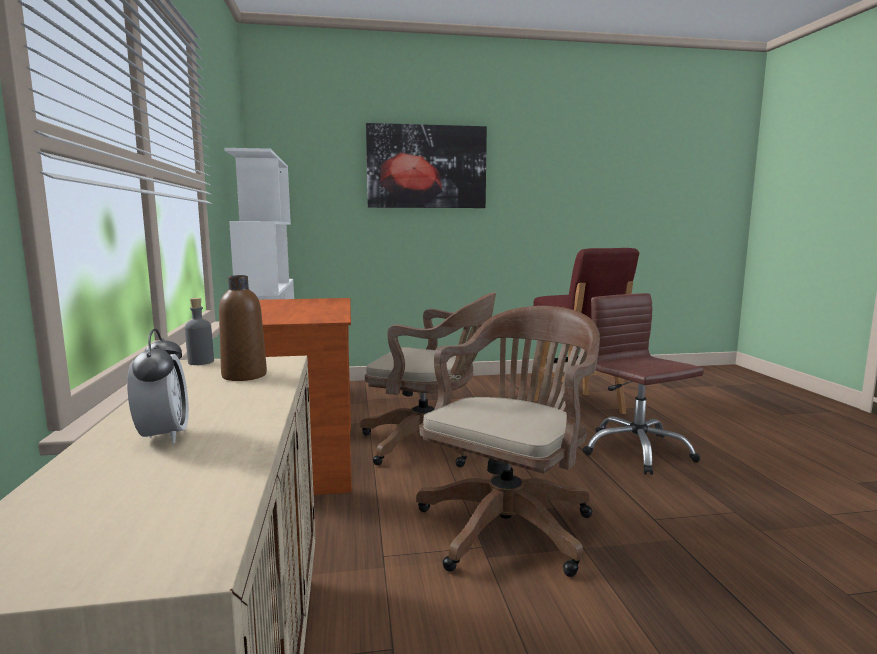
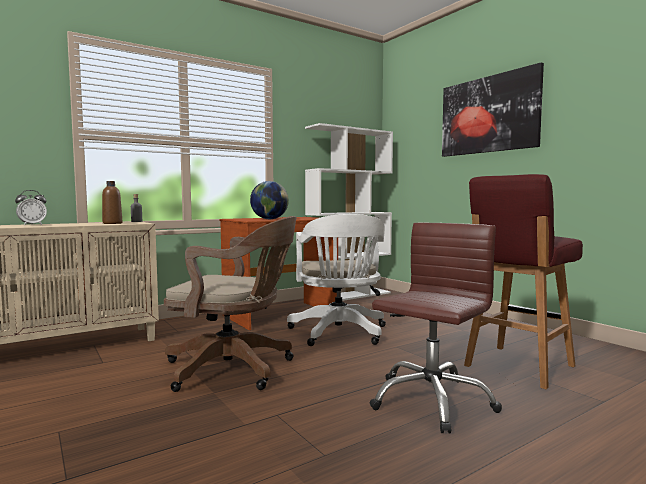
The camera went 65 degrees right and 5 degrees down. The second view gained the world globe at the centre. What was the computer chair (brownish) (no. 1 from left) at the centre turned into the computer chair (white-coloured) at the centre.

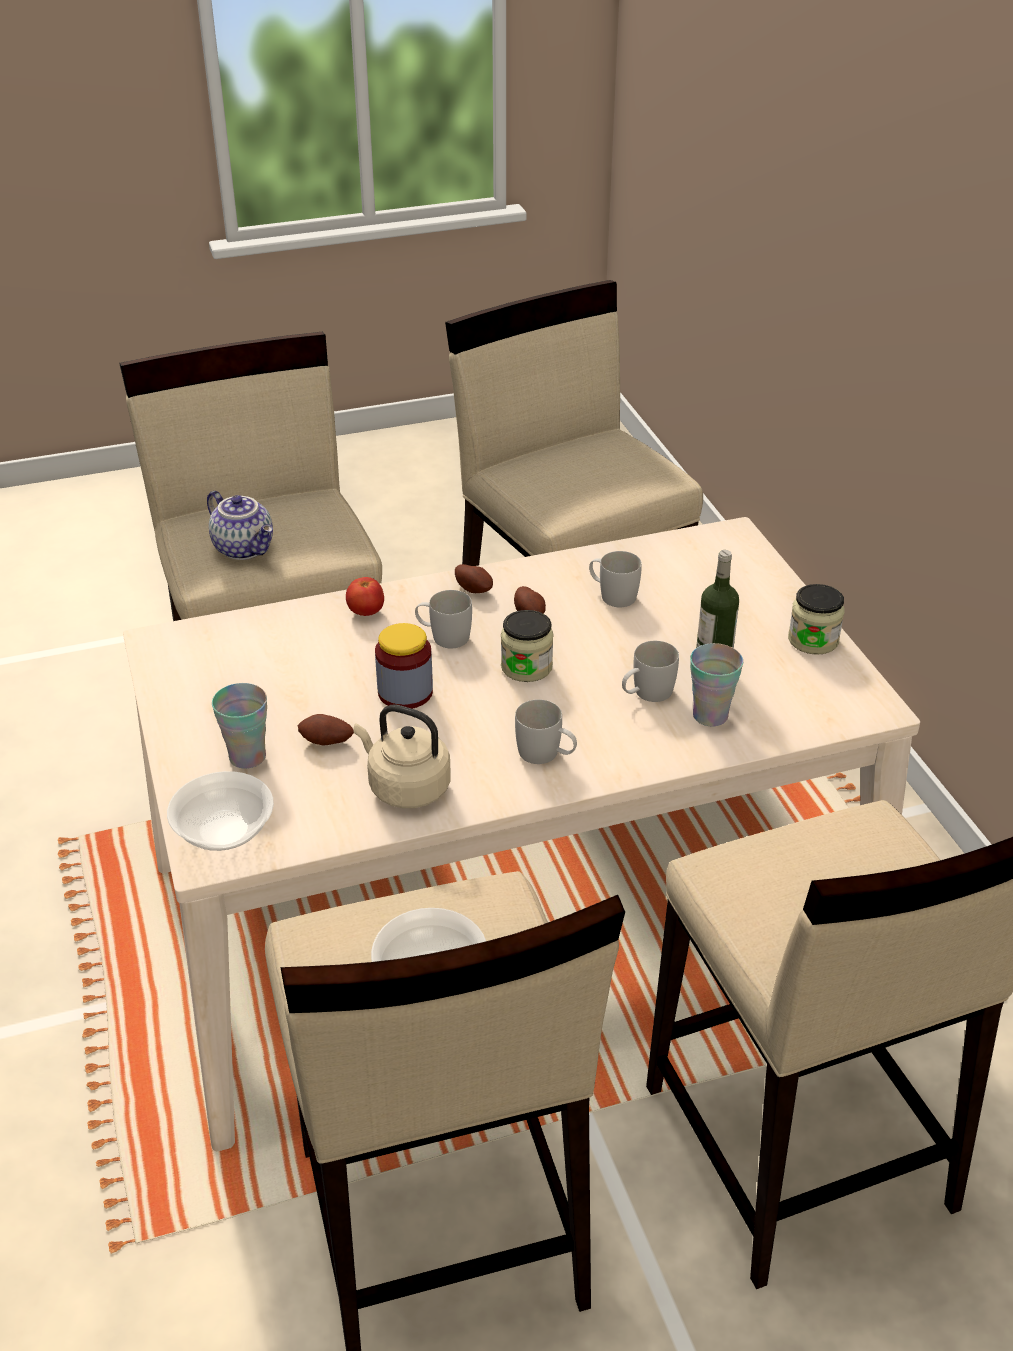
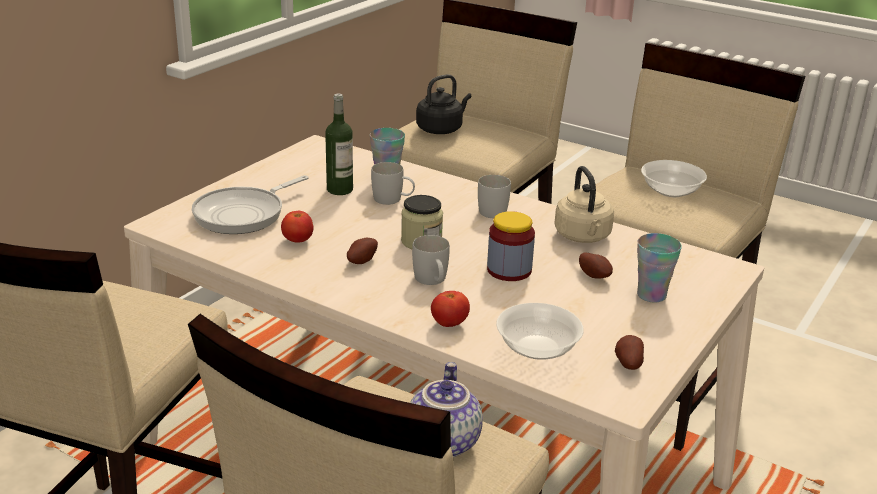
The camera went 130 degrees left and 10 degrees down. The second view gained the pan at the middle left. Where the mug (white-coloured) (no. 3 from left) stood at the centre, the tomato (no. 1 from left) came to stand at the centre. The second view gained the water kettle (black-coloured) at the top centre. The deep dish (no. 1 from left) ended up elsewhere, having gone from the middle left to the bottom centre. The spud (no. 2 from left in the first image) ended up elsewhere, having gone from the centre to the bottom right. The second view lost the preserve jar (no. 3 from left) at the middle right.

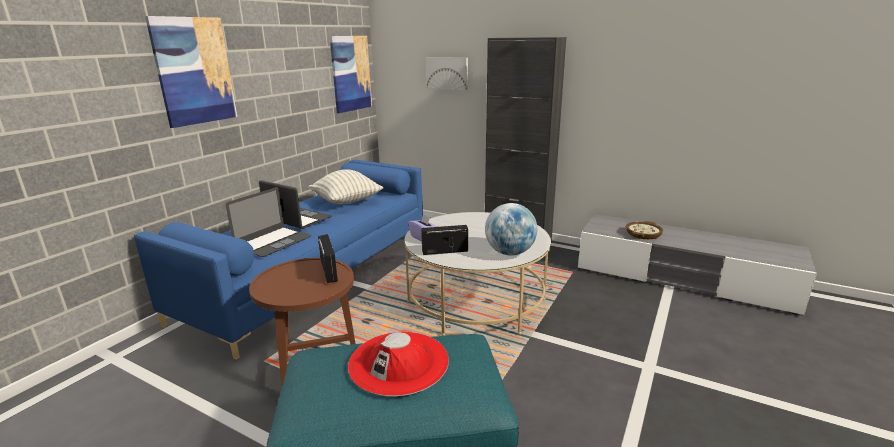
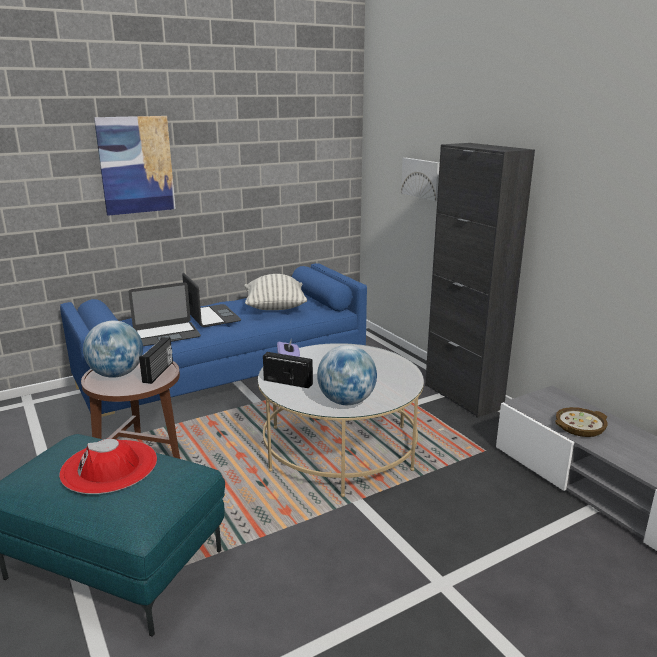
The camera went 30 degrees right and 0 degrees up. The second view gained the world globe (no. 1 from left) at the middle left. The second view lost the picture (no. 2 from left) at the top centre.

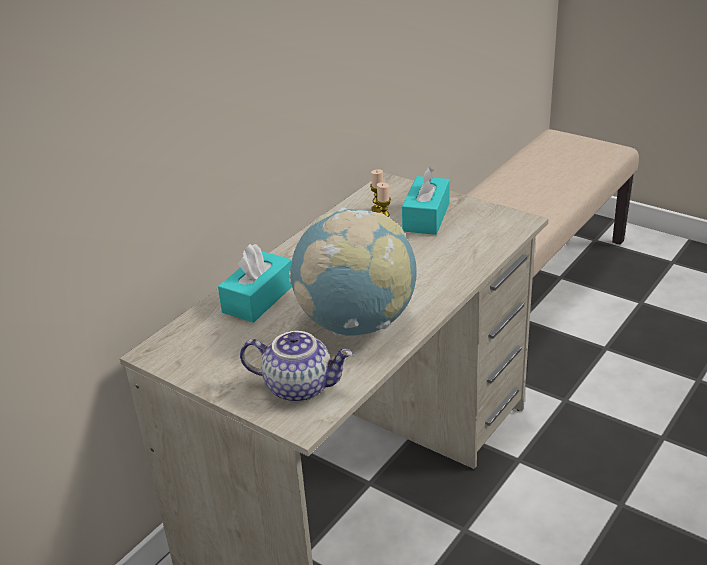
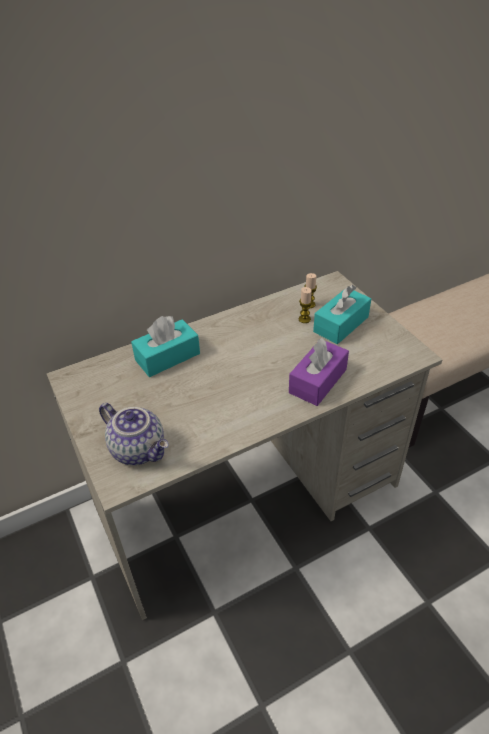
The camera went 25 degrees right and 10 degrees up. The second view gained the tissue box (purple) at the centre. The second view lost the world globe at the centre.

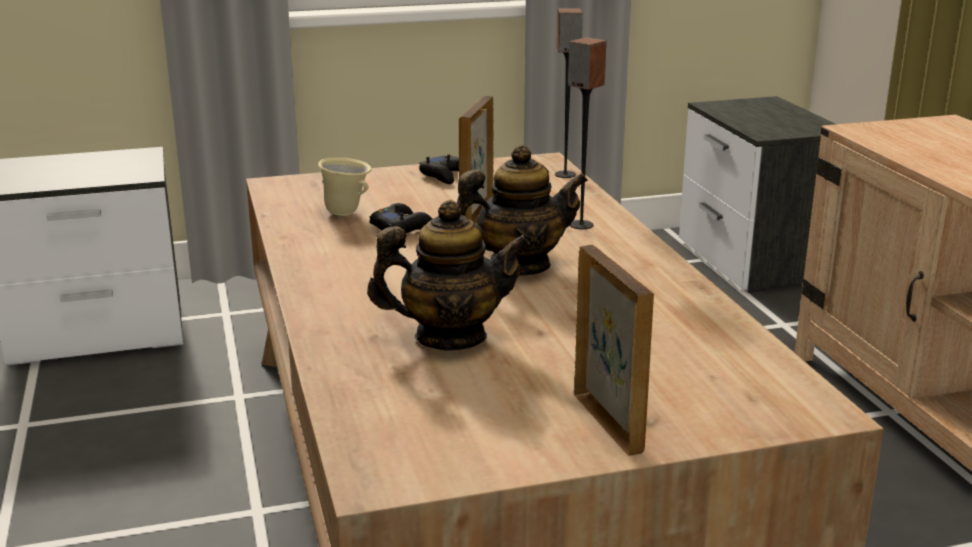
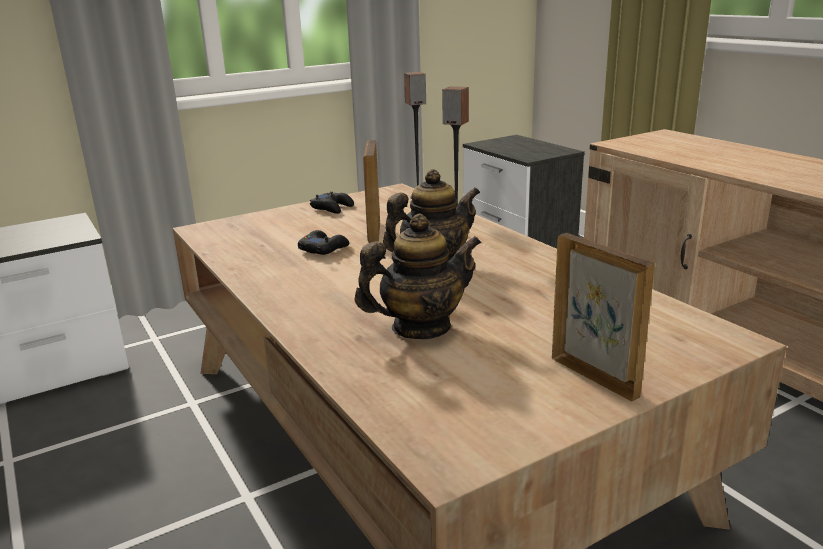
The camera went 15 degrees left and 0 degrees up. The second view lost the mug (sand-coloured) at the centre.

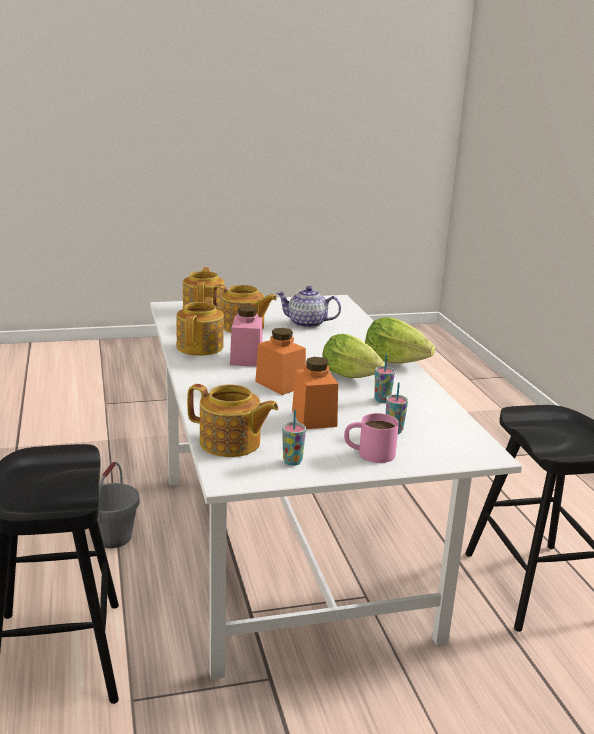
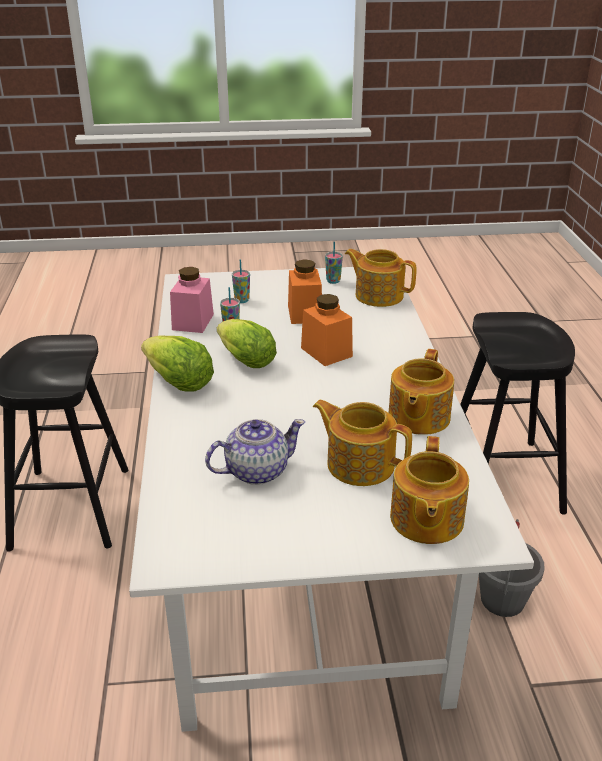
The camera went 170 degrees left and 10 degrees up. The preserve jar (pink) ended up elsewhere, having gone from the centre to the middle left. The pot for tea (no. 5 from left in the first image) at the centre ended up facing another way, 45 degrees counterclockwise from before. The second view lost the mug (pink) at the centre.

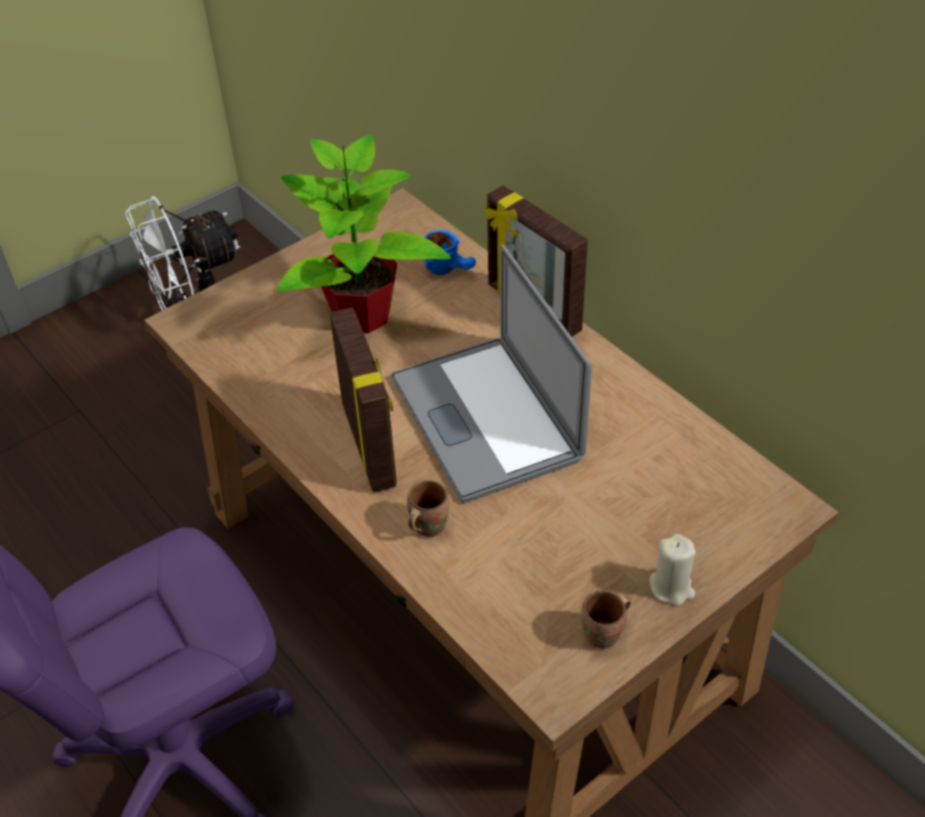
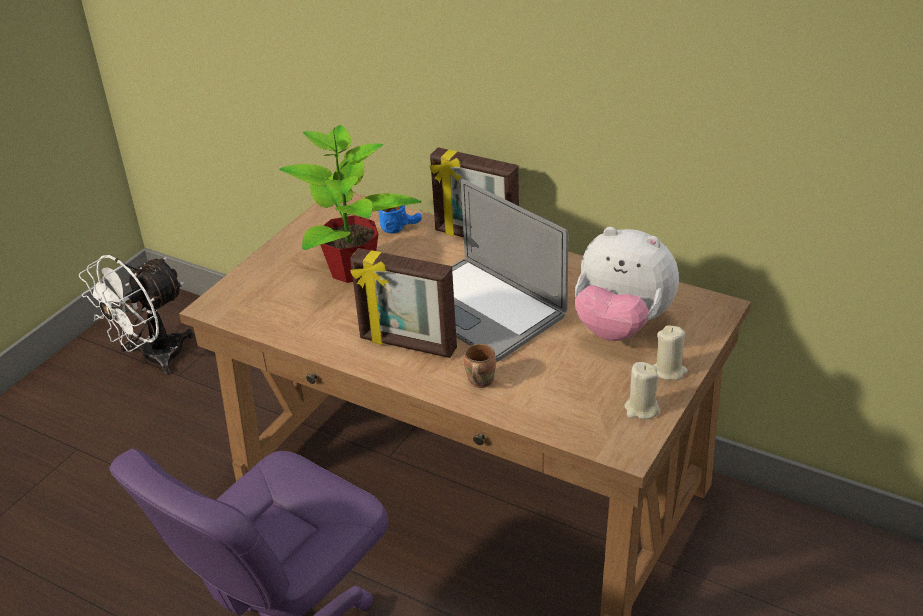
The camera went 20 degrees left and 10 degrees down. The photo frame (no. 1 from left) at the centre ended up facing another way, 150 degrees clockwise from before. The second view gained the soft toy at the middle right. Where the mug (brownish) (no. 2 from left) stood at the bottom centre, the wax candle (sand-coloured) (no. 1 from left) came to stand at the middle right.

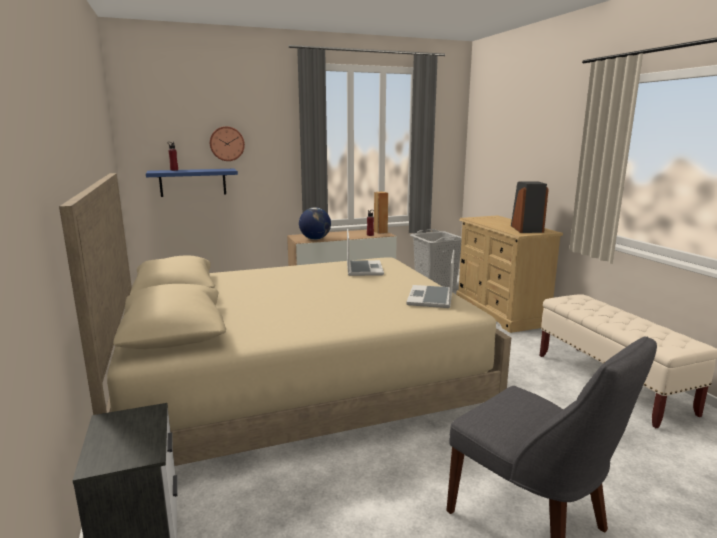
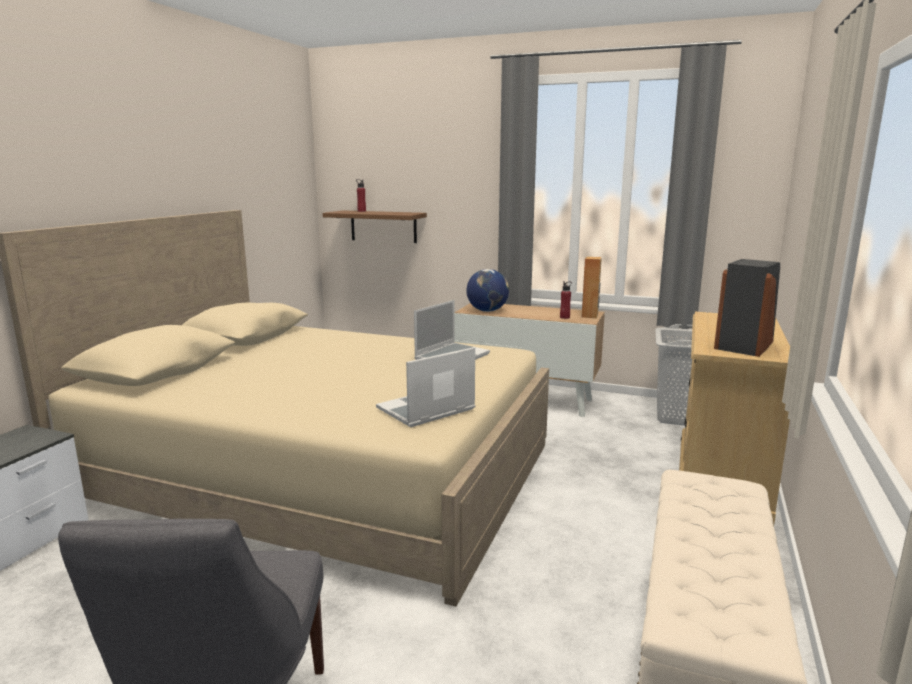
The camera went 40 degrees right and 0 degrees up. What was the shelf (blue-coloured) at the middle left turned into the shelf (brownish) at the top centre. The second view lost the clock on the wall at the top left.

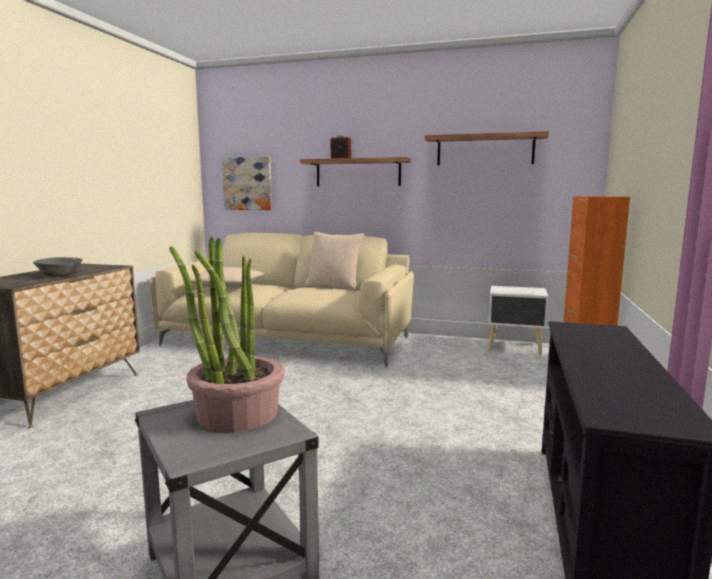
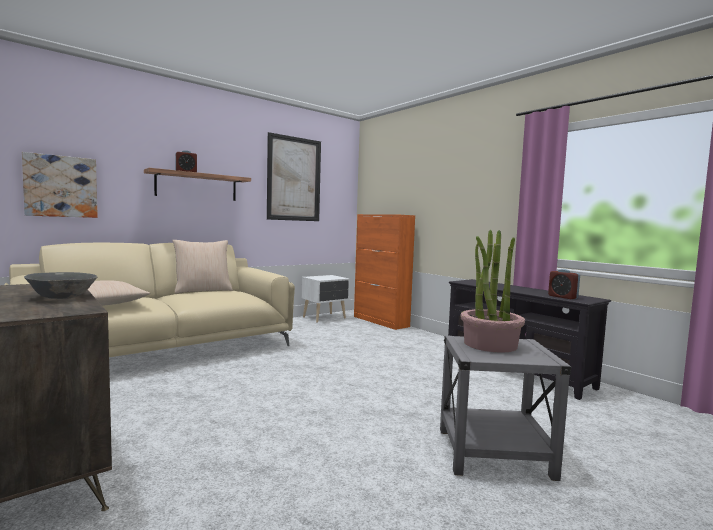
The camera went 55 degrees left and 5 degrees down. Where the shelf (no. 2 from left) hung at the top right, the picture (no. 2 from left) came to hang at the top centre. The second view gained the alarm clock (no. 2 from left) at the middle right.

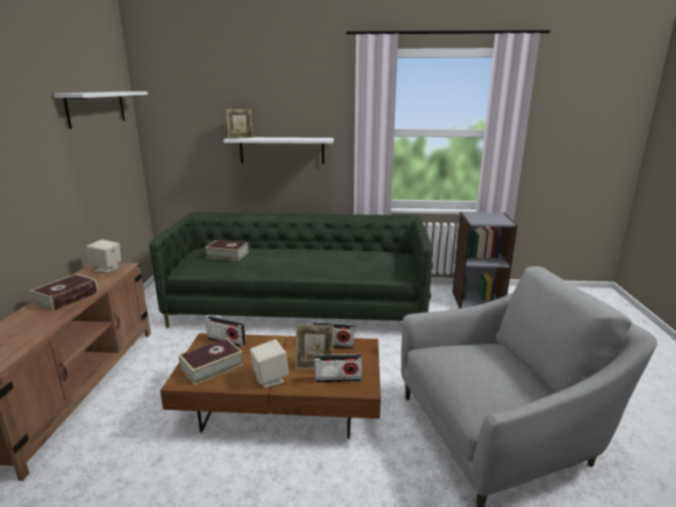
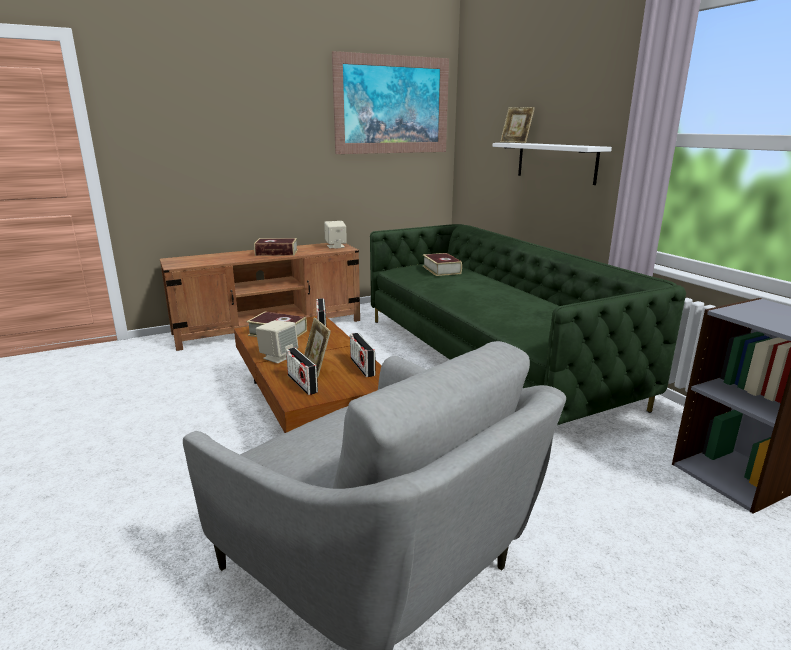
The camera went 60 degrees right and 0 degrees up. Where the shelf (white-coloured) (no. 1 from left) hung at the top left, the picture came to hang at the top centre.

